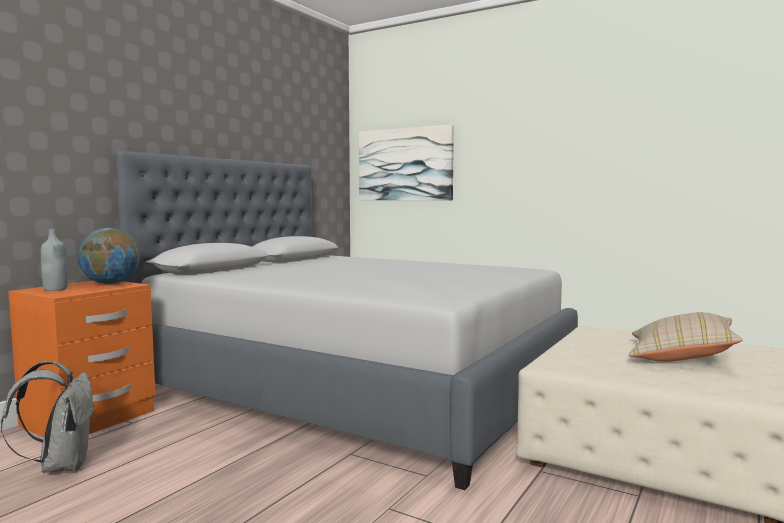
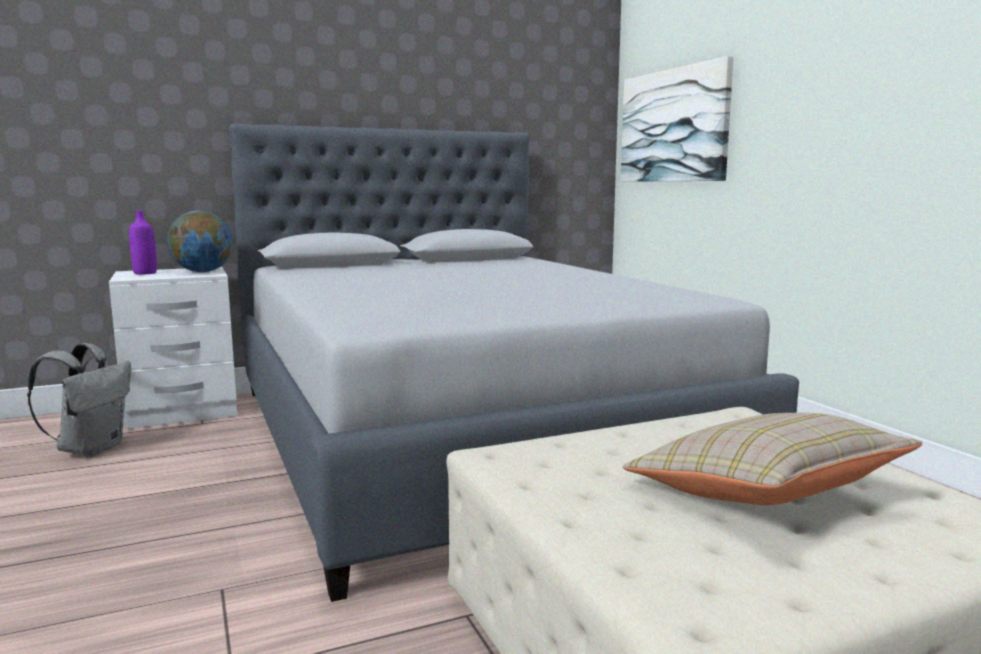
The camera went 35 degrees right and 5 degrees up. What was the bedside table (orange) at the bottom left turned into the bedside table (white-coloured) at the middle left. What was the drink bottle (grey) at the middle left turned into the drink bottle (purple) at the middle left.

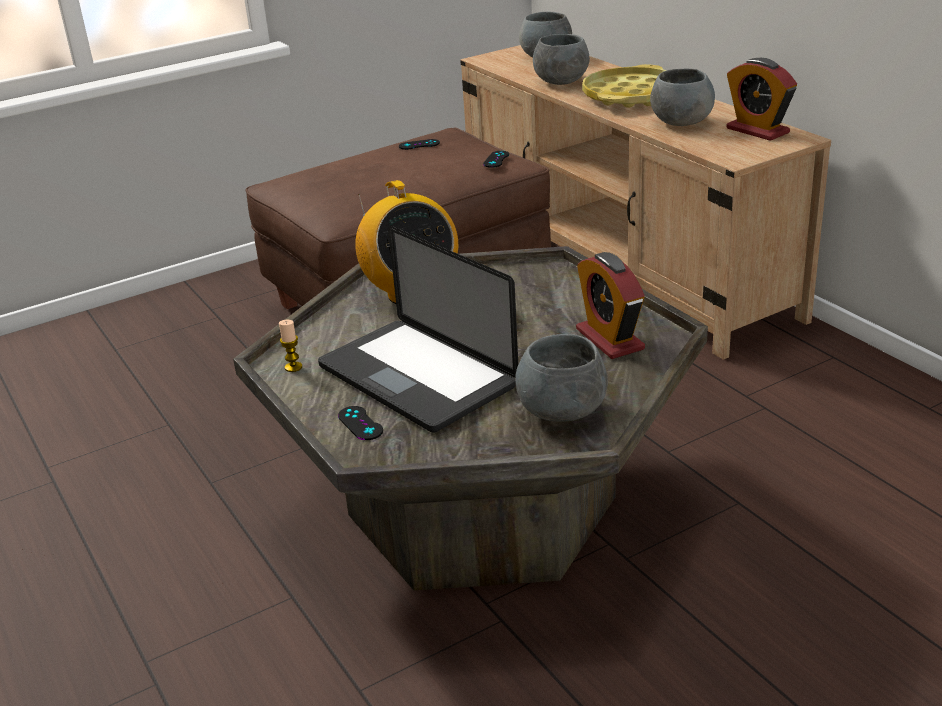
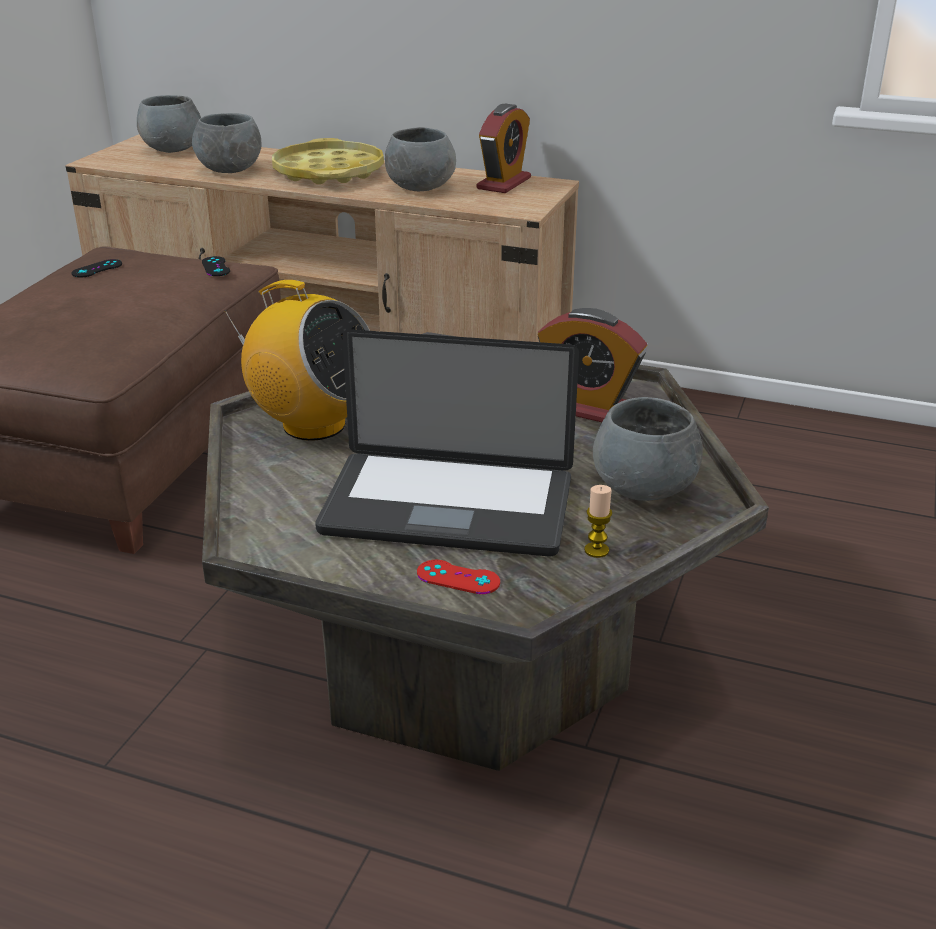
The camera went 40 degrees left and 0 degrees up. What was the gamepad (black-coloured) (no. 1 from left) at the centre turned into the gamepad (reddish) at the centre. The alarm clock (no. 2 from left in the first image) at the top right ended up facing another way, 75 degrees counterclockwise from before. The wax candle ended up elsewhere, having gone from the middle left to the centre.

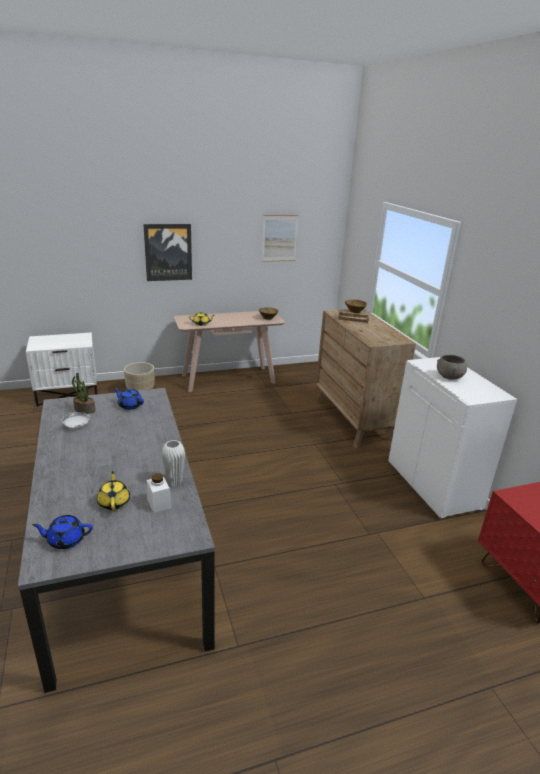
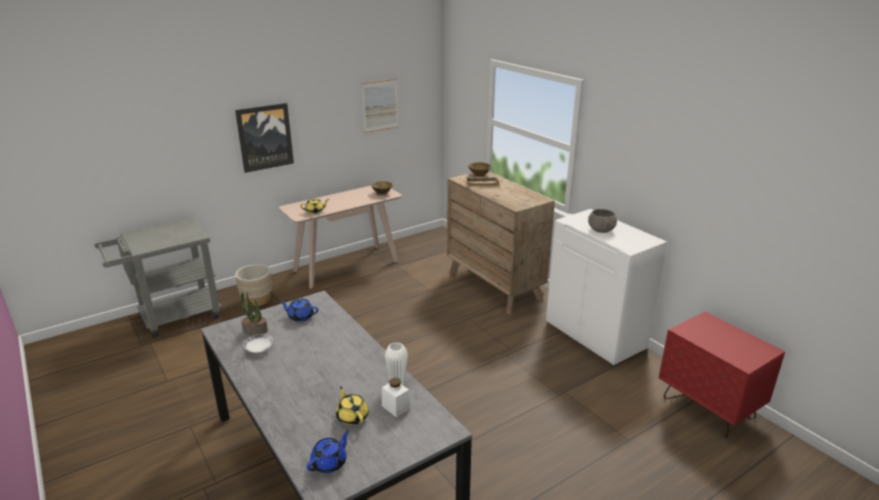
The camera went 15 degrees left and 0 degrees up. Where the bedside table (white-coloured) stood at the middle left, the cart (grey) came to stand at the middle left. The pot for tea (blue-coloured) (no. 1 from left in the first image) at the bottom left ended up facing another way, 150 degrees clockwise from before.

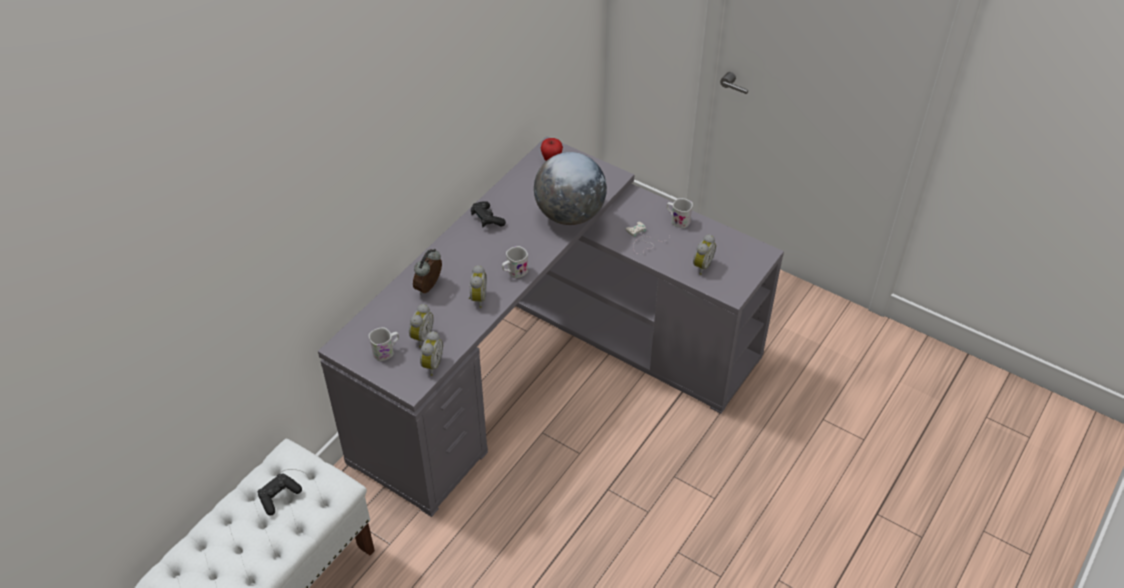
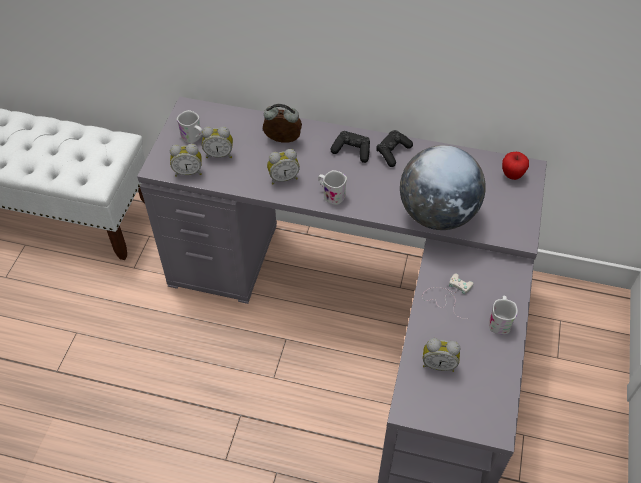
The camera went 70 degrees right and 5 degrees up. The gamepad (black-coloured) (no. 1 from left) ended up elsewhere, having gone from the bottom left to the top centre.

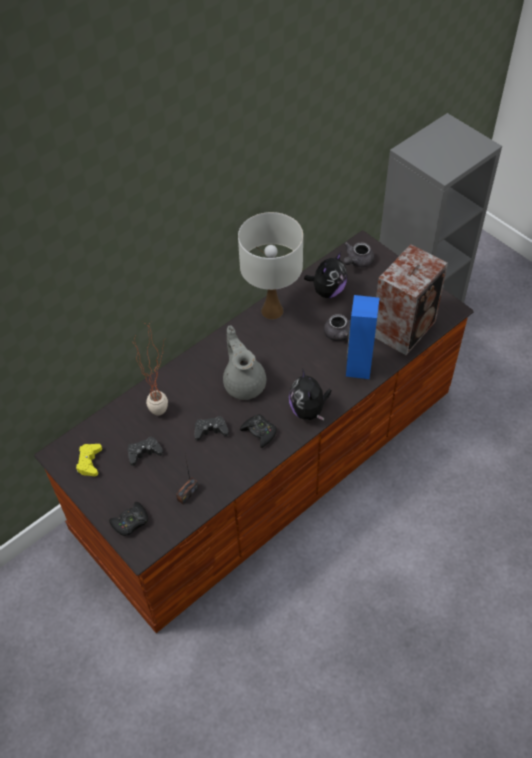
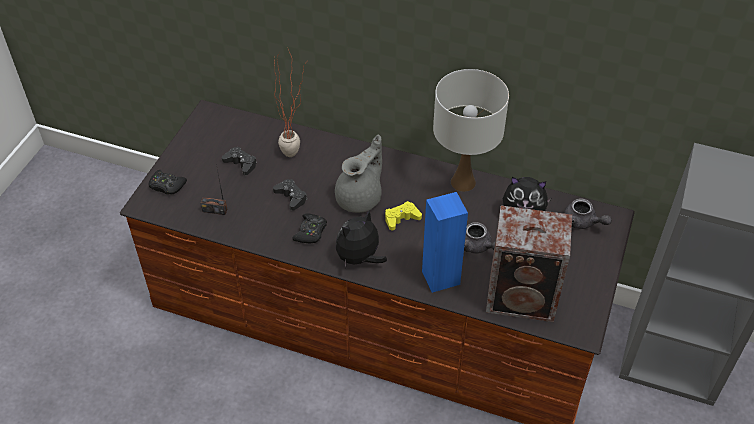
The camera went 60 degrees right and 5 degrees down. The gamepad (yellow-coloured) ended up elsewhere, having gone from the middle left to the centre. The pot for tea (grey) (no. 3 from left) at the middle right ended up facing another way, 150 degrees counterclockwise from before.

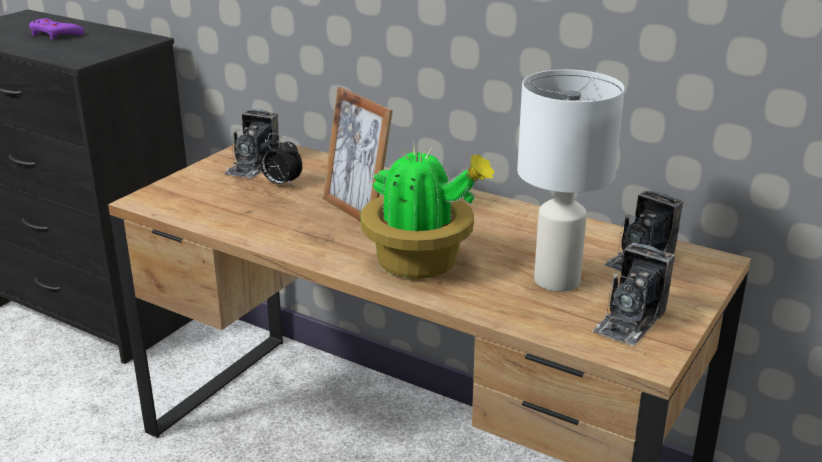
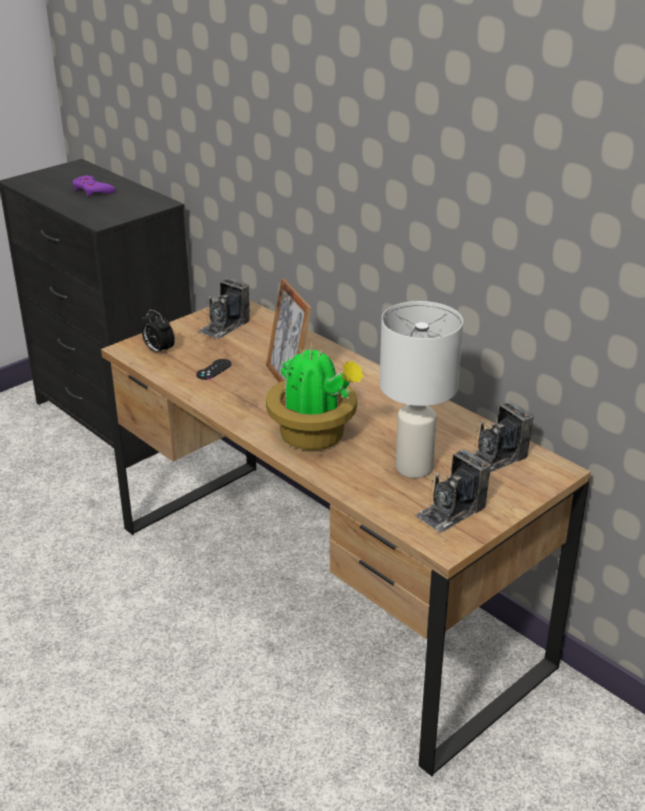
The camera went 15 degrees right and 5 degrees up. The alarm clock ended up elsewhere, having gone from the centre to the middle left. The second view gained the gamepad (black-coloured) at the middle left.

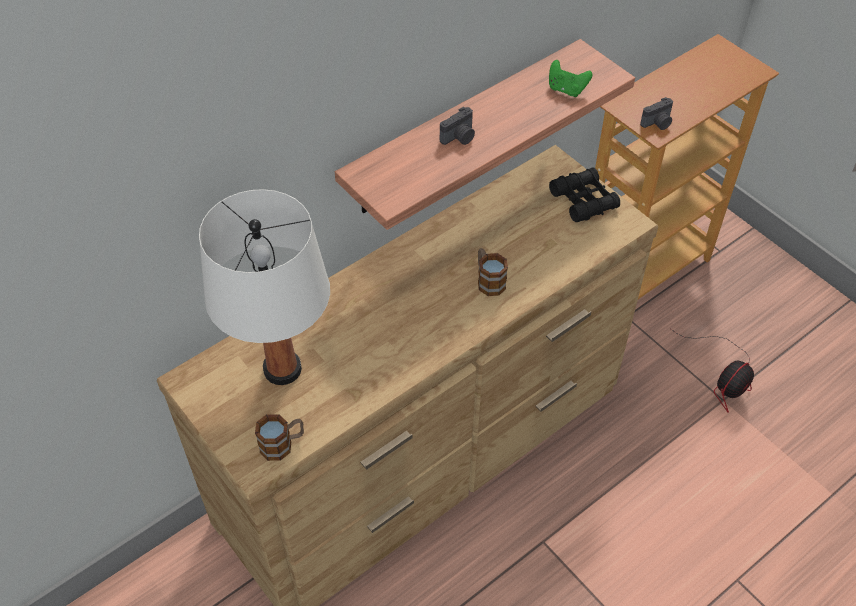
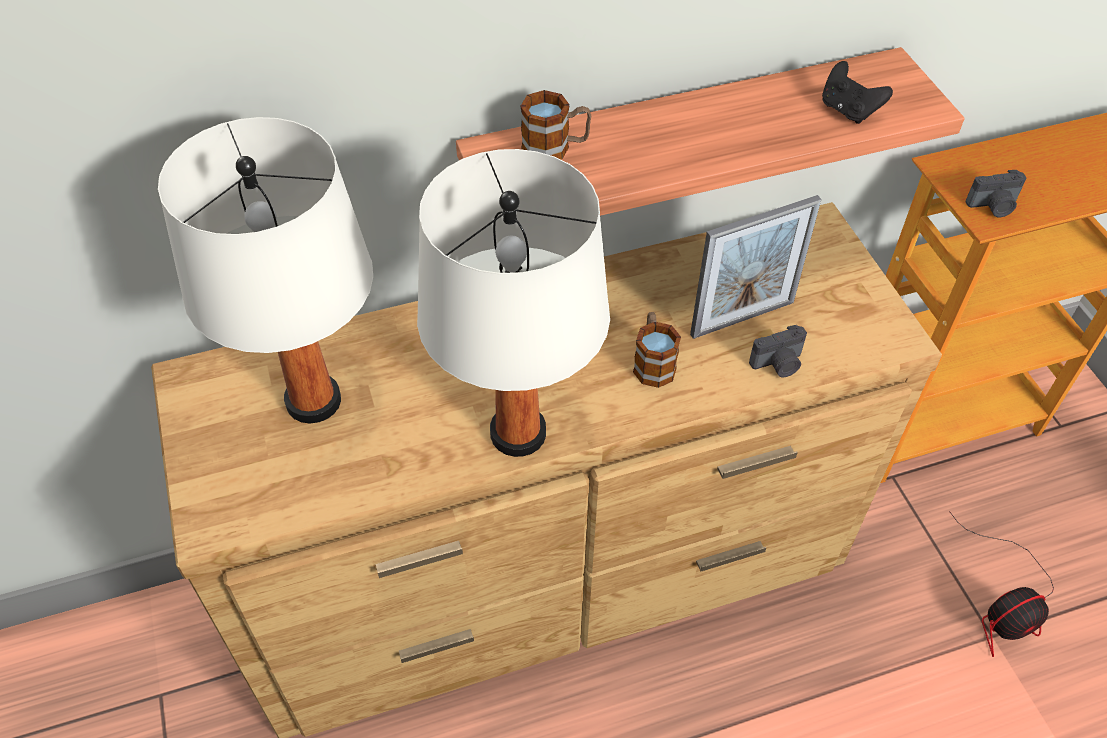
The camera went 20 degrees right and 0 degrees up. The second view gained the table lamp (white-coloured) (no. 2 from left) at the centre. The mug (no. 1 from left) ended up elsewhere, having gone from the bottom left to the top centre. The second view gained the photo frame at the middle right. The photo camera (no. 1 from left) ended up elsewhere, having gone from the top centre to the middle right. What was the gamepad (green-coloured) at the top centre turned into the gamepad (black-coloured) at the top right. The second view lost the pair of binoculars (black-coloured) at the top right.

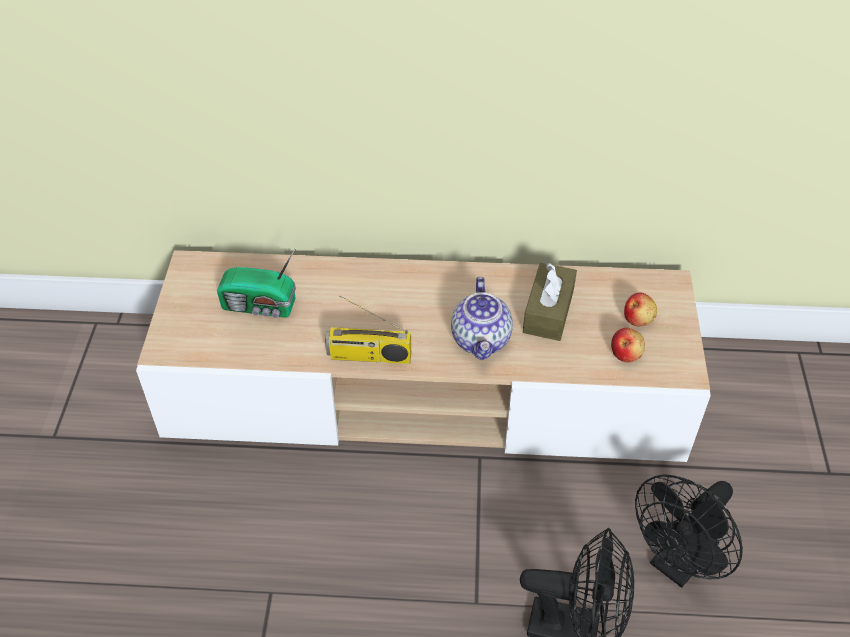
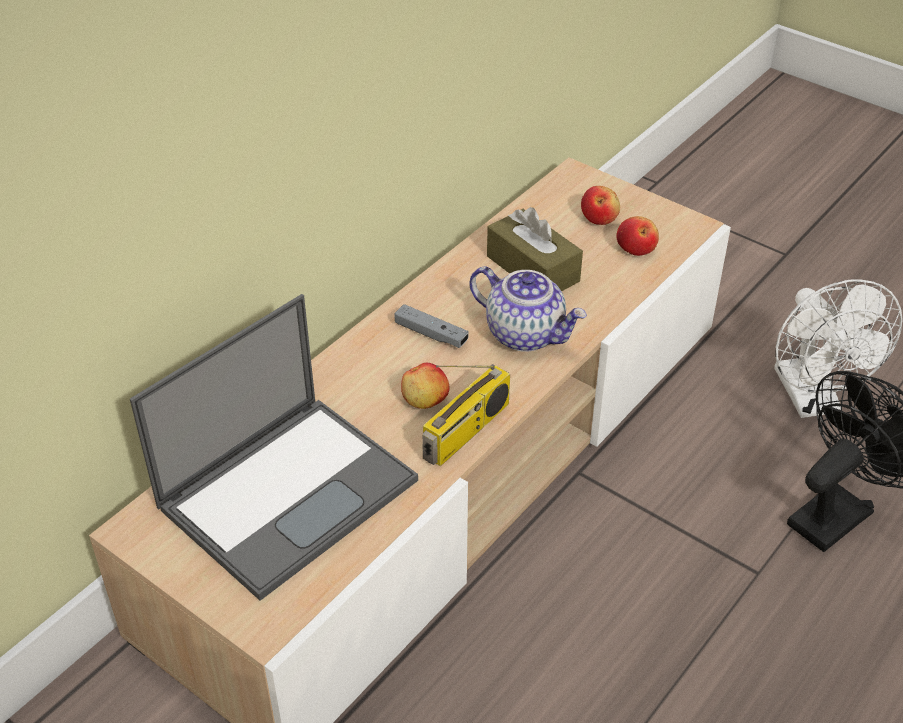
The camera went 55 degrees left and 5 degrees down. Where the radio receiver (no. 1 from left) stood at the middle left, the notebook computer came to stand at the middle left. The second view gained the gamepad (grey) at the centre. The second view gained the apple fruit (no. 1 from left) at the centre. What was the cooling fan (black-coloured) (no. 2 from left) at the bottom right turned into the cooling fan (white-coloured) at the middle right.

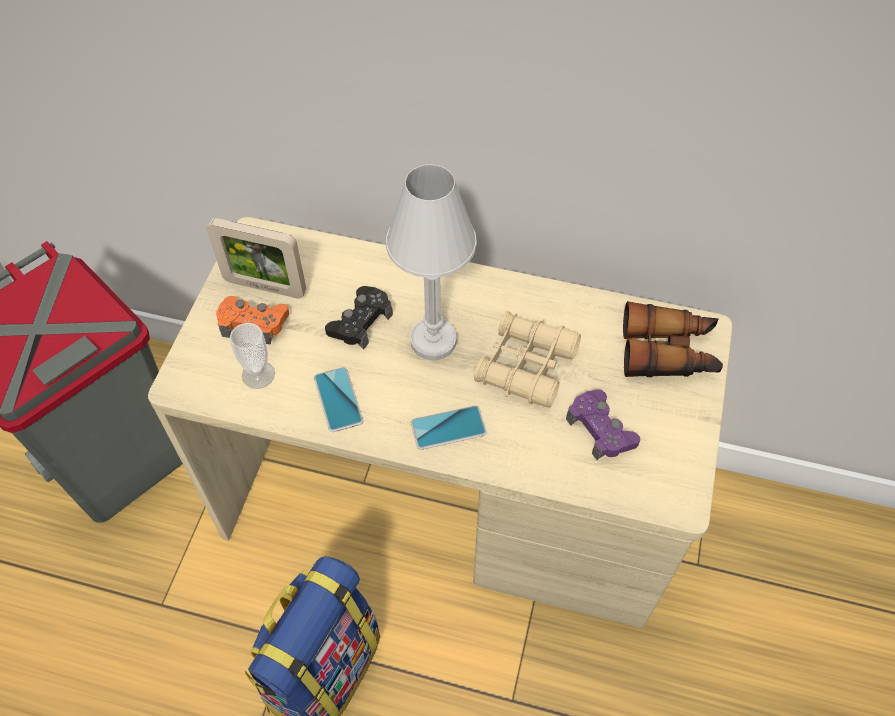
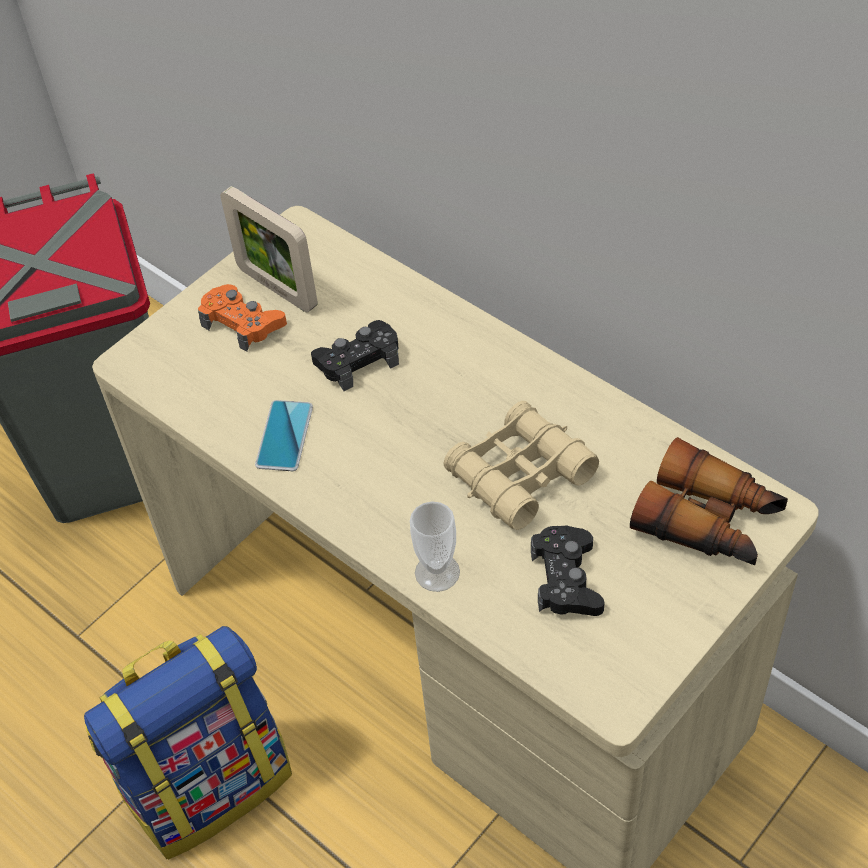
The camera went 30 degrees right and 5 degrees down. The drinking cup ended up elsewhere, having gone from the middle left to the centre. What was the gamepad (purple) at the middle right turned into the gamepad (black-coloured) (no. 2 from left) at the centre. The second view lost the table lamp (white-coloured) at the centre. The second view lost the phone (no. 2 from left) at the centre.

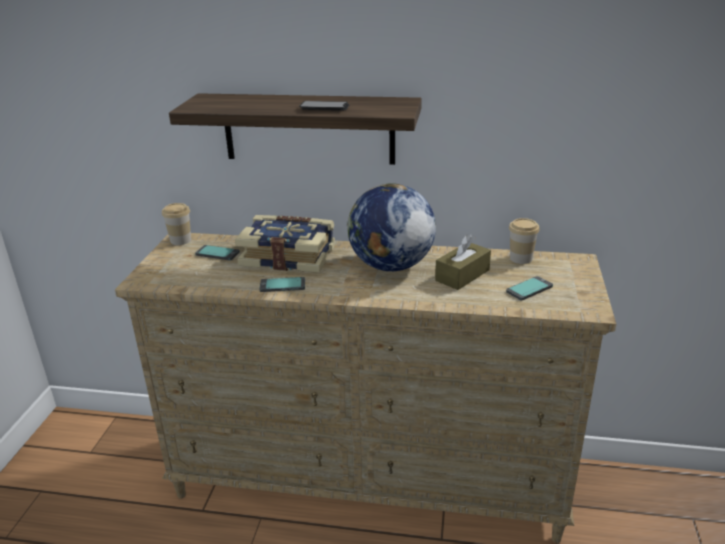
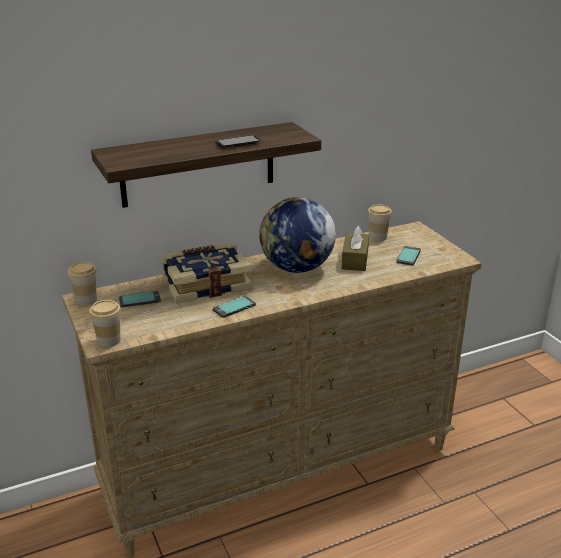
The camera went 35 degrees left and 0 degrees up. The second view gained the drinking cup (no. 2 from left) at the middle left.

